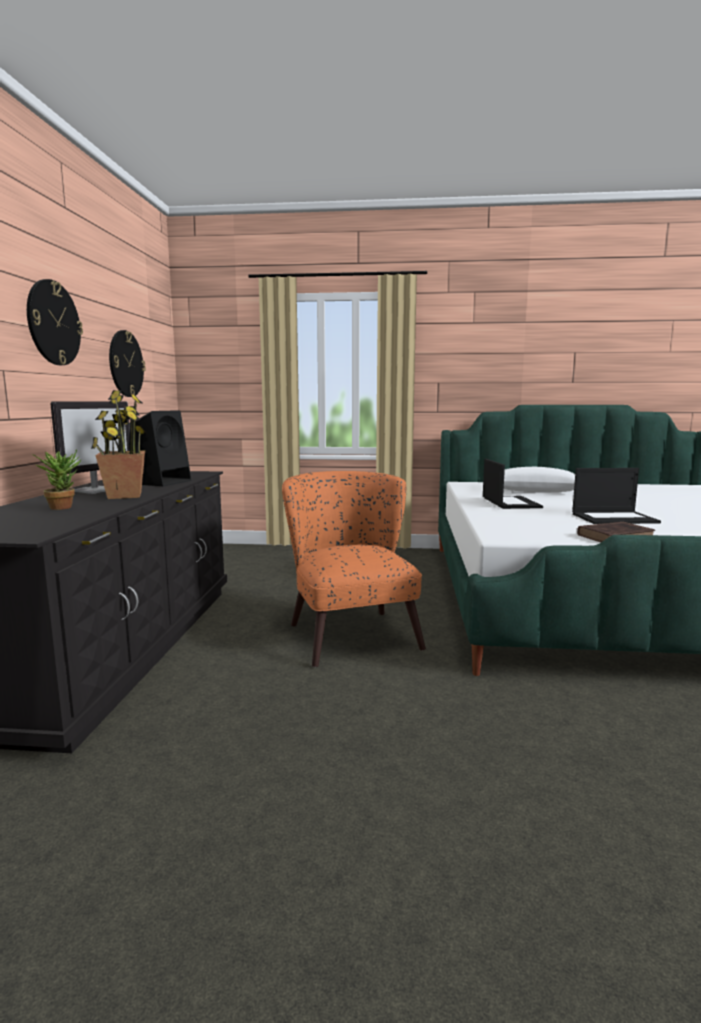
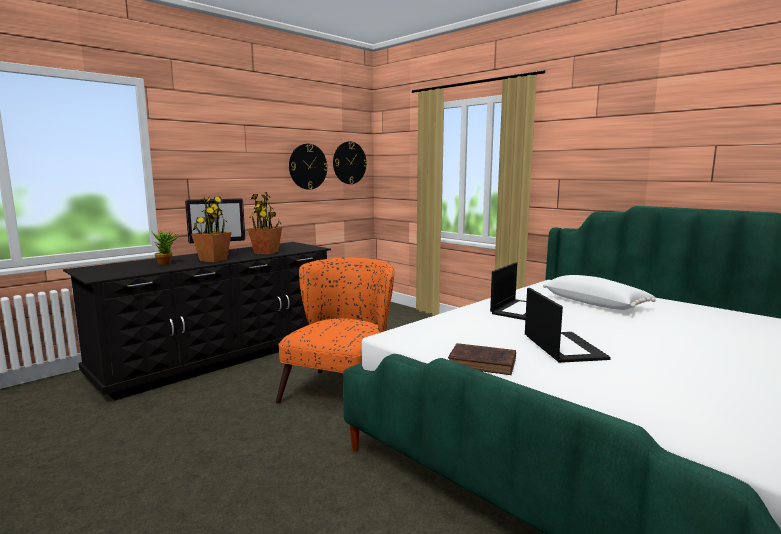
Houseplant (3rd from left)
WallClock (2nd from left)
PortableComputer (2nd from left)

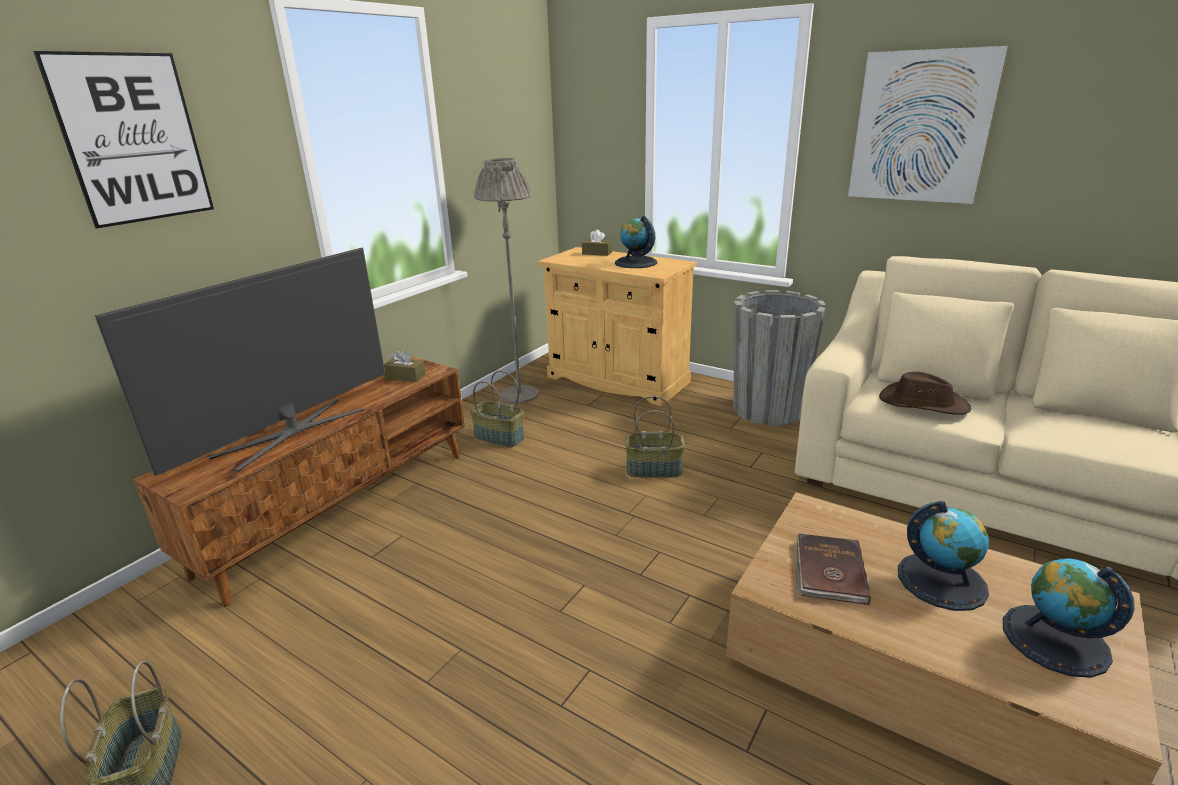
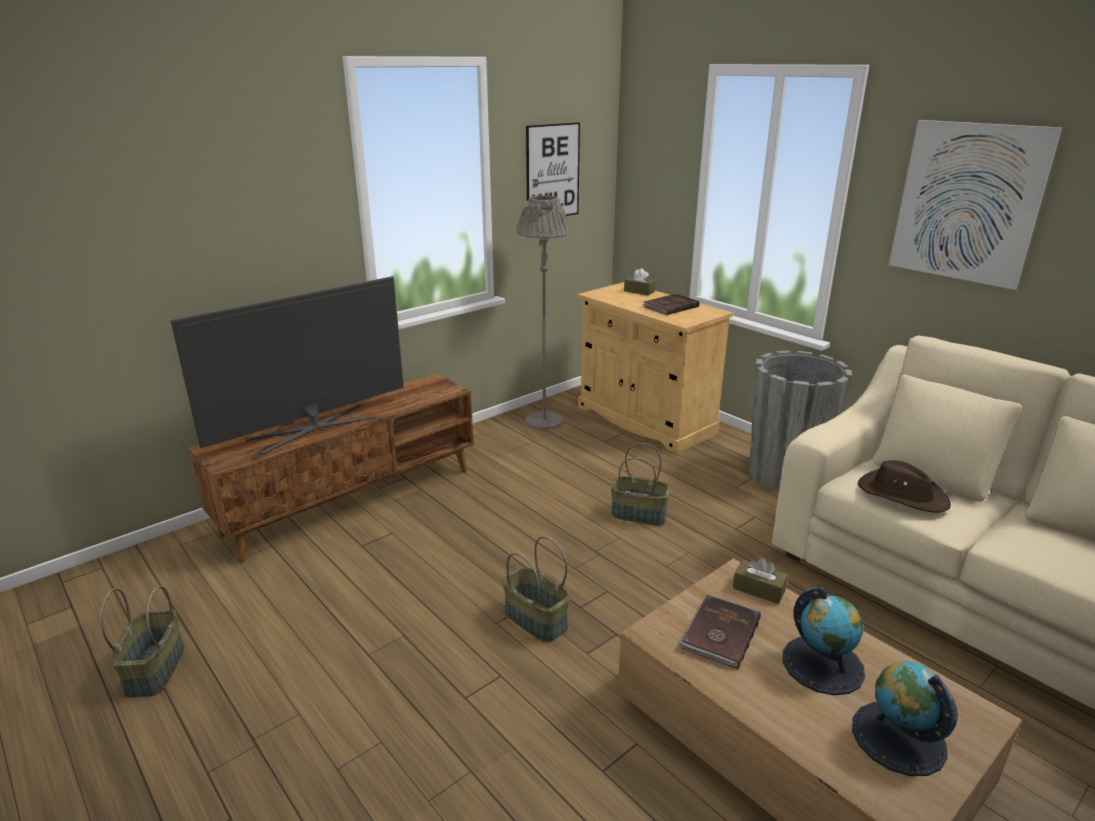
StorageBasket (2nd from left)
WallArt (1st from left)
BrownishVolume (1st from left)
BrownishTissueBox (2nd from left)

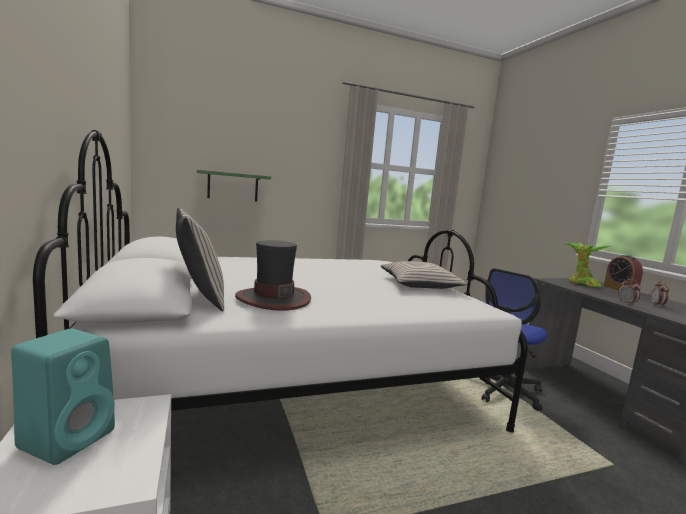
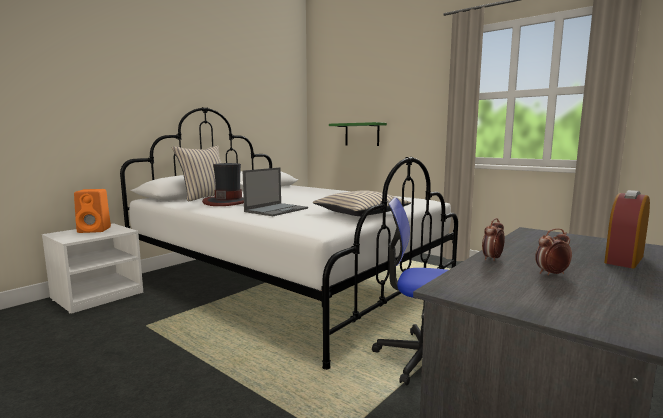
OrangeColouredAudioSpeaker
PortableComputer
Houseplant

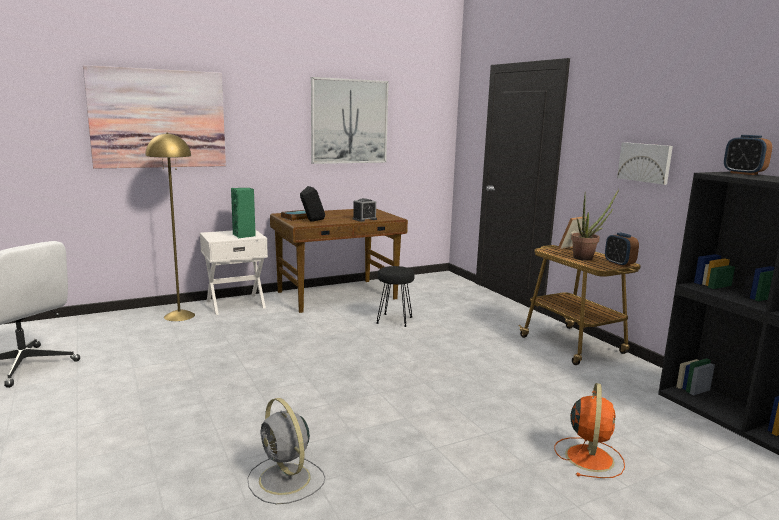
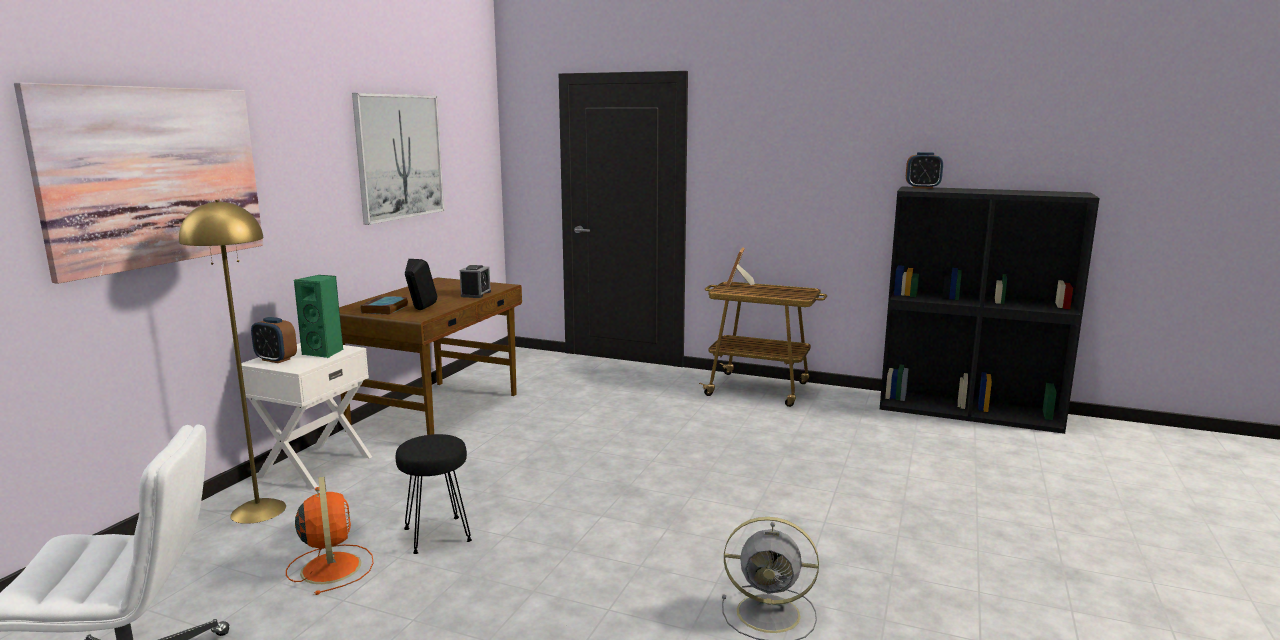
BedsideClock (1st from left)
OrangeColouredCoolingFan
BlackishSittingStool
Houseplant
WallArt (3rd from left in the first image)

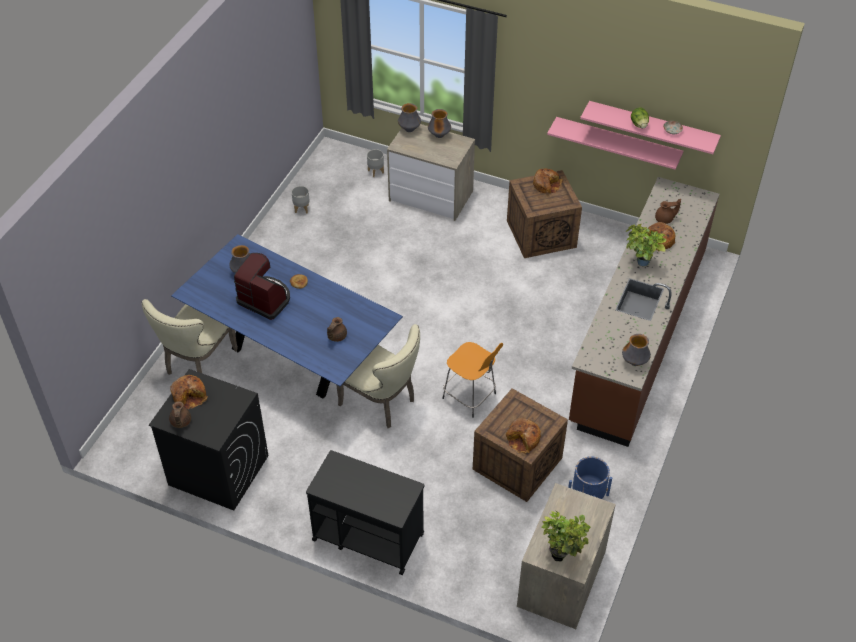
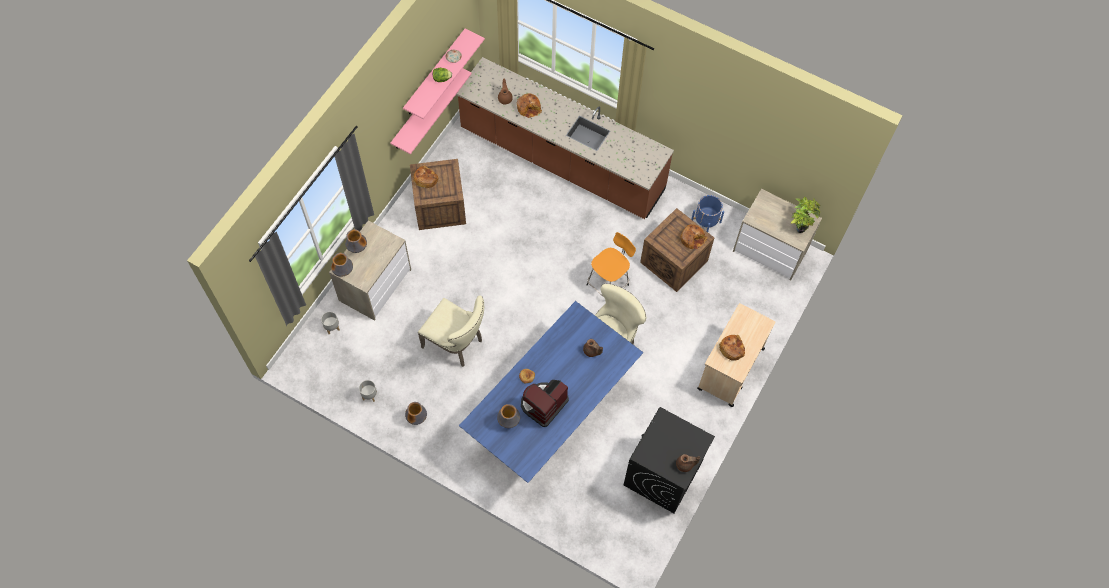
Vase (3rd from left)
BeigeColouredChair (1st from left)
BeigeColouredTrolley
BakeryBread (5th from left)
Houseplant (2nd from left in the first image)

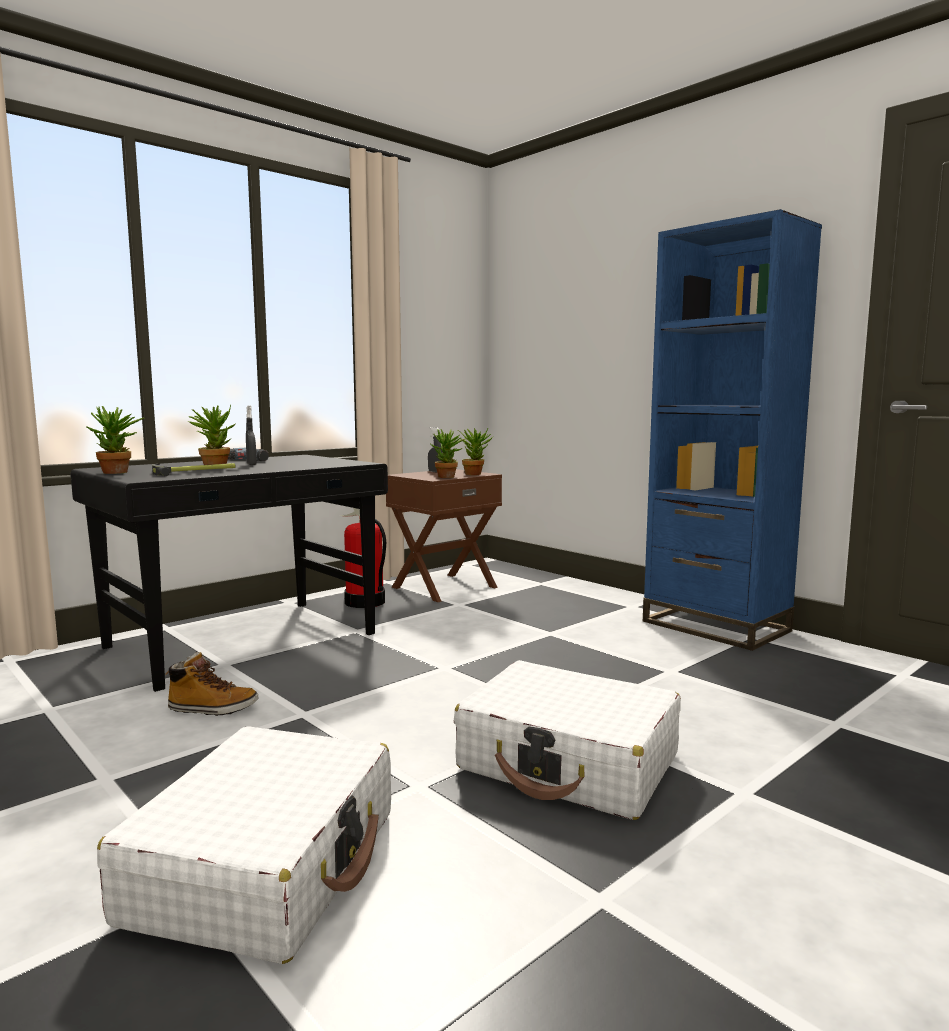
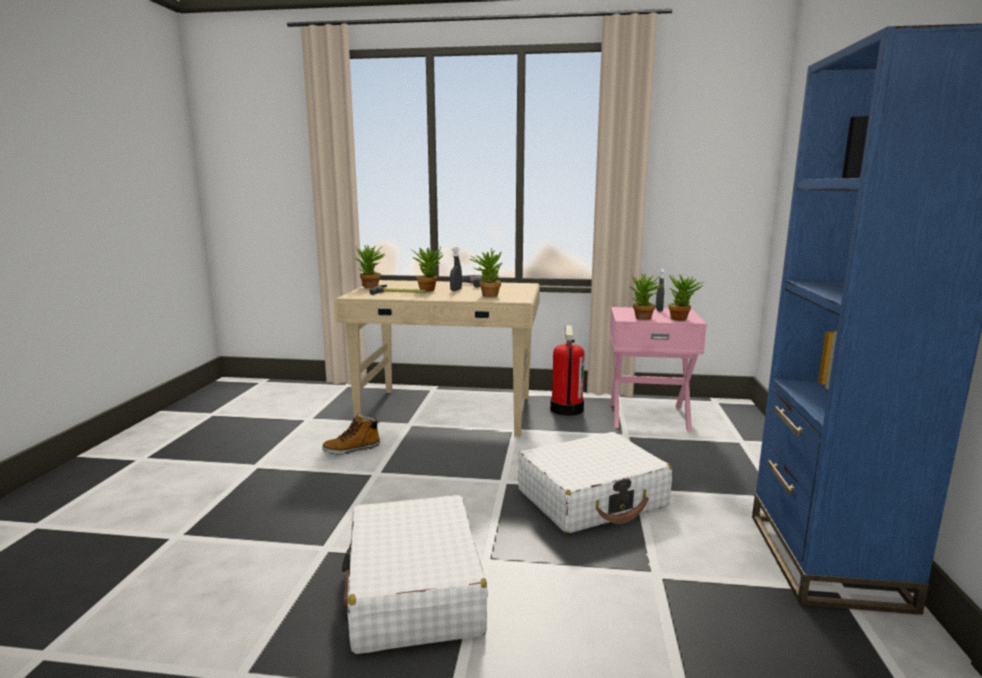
Boot
BeigeColouredDeskTable
Houseplant (3rd from left)
WhiteColouredSuitcase (2nd from left)
PinkNightTable

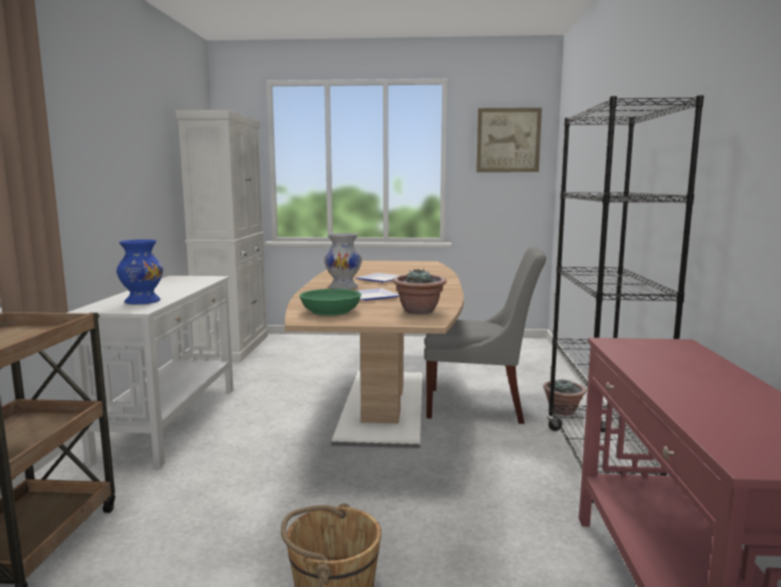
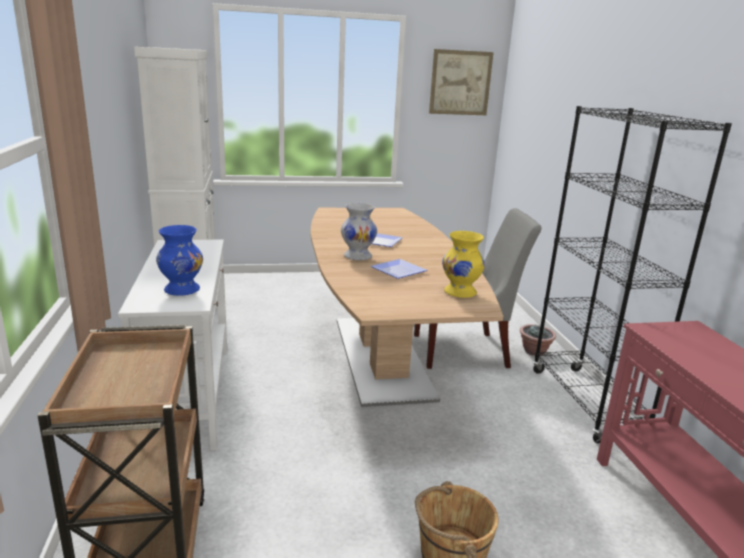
YellowVase
GreenServingBowl

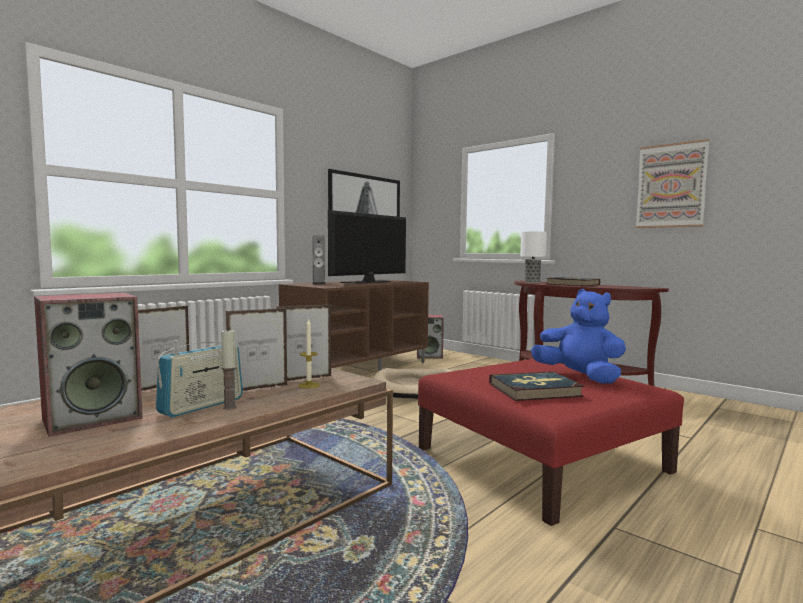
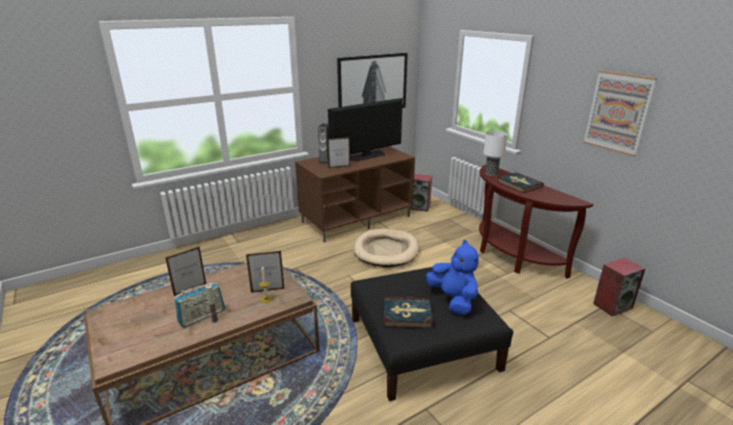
PhotoFrame (3rd from left)
BlackishFootrest
AudioSpeaker (3rd from left)

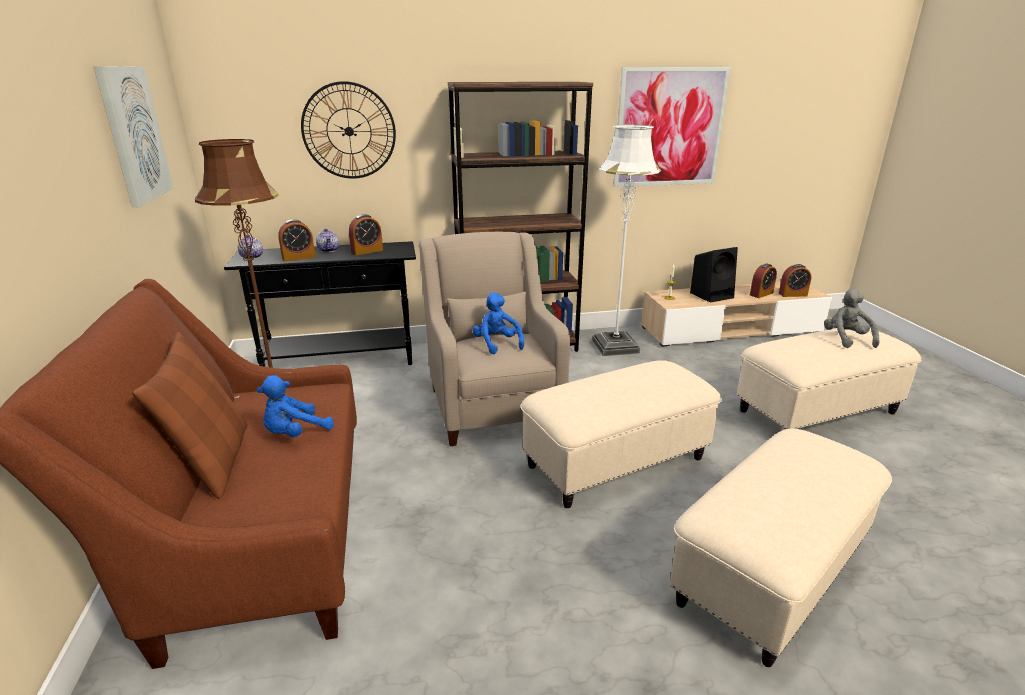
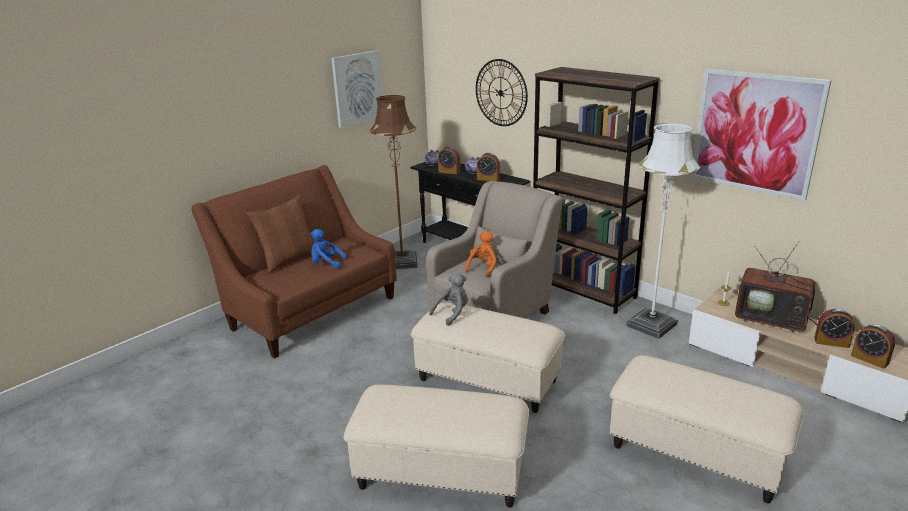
GreyishSoftToy
OrangeColouredSoftToy
TvSet

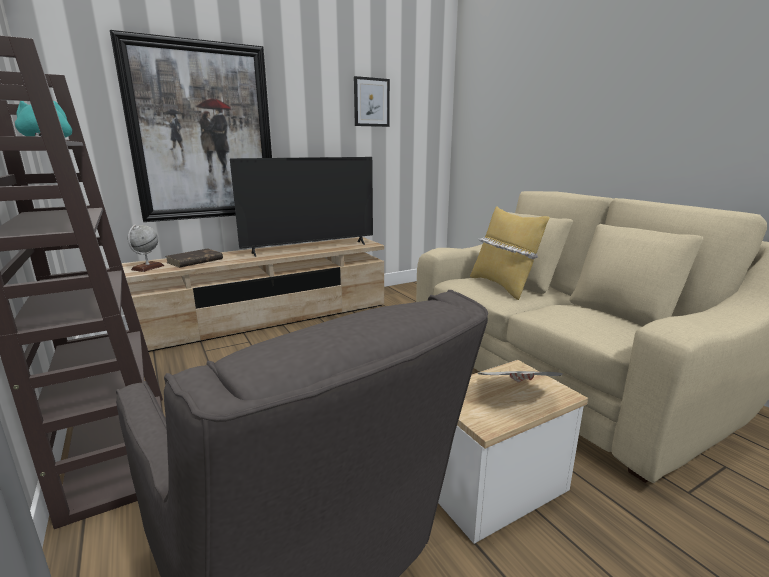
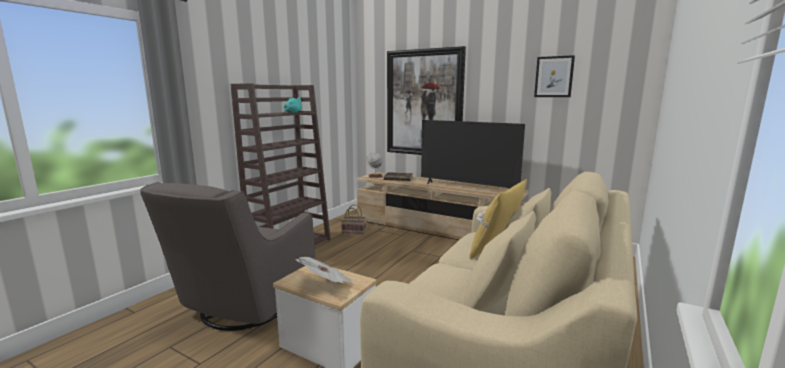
StorageBasket

